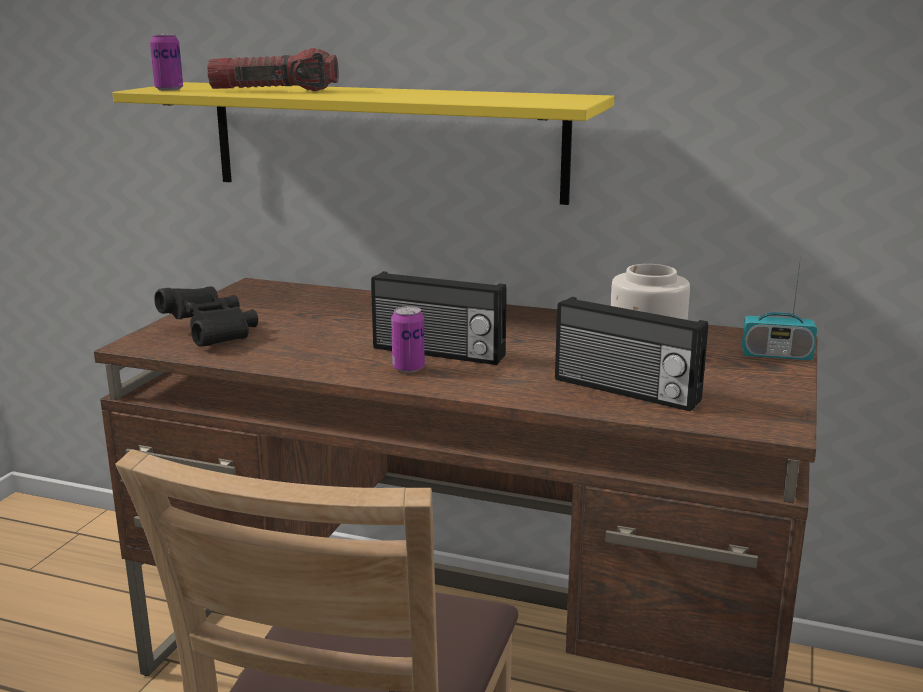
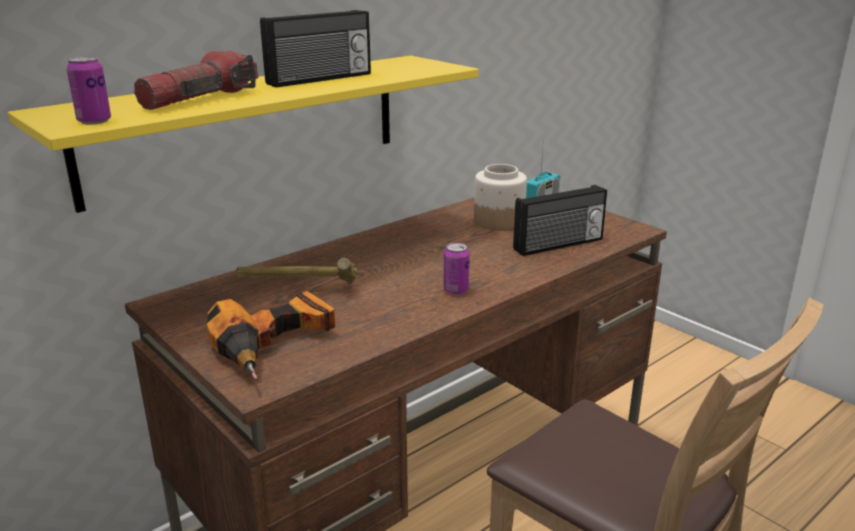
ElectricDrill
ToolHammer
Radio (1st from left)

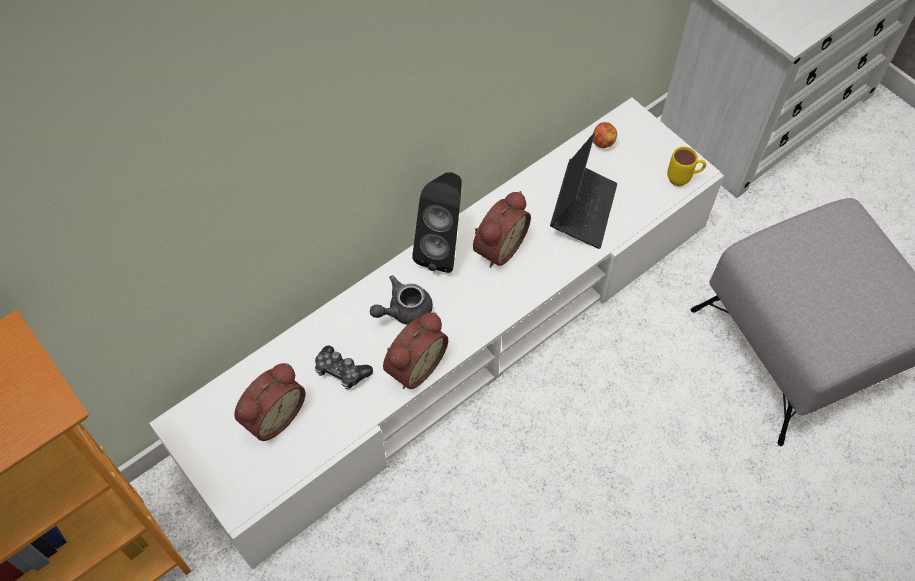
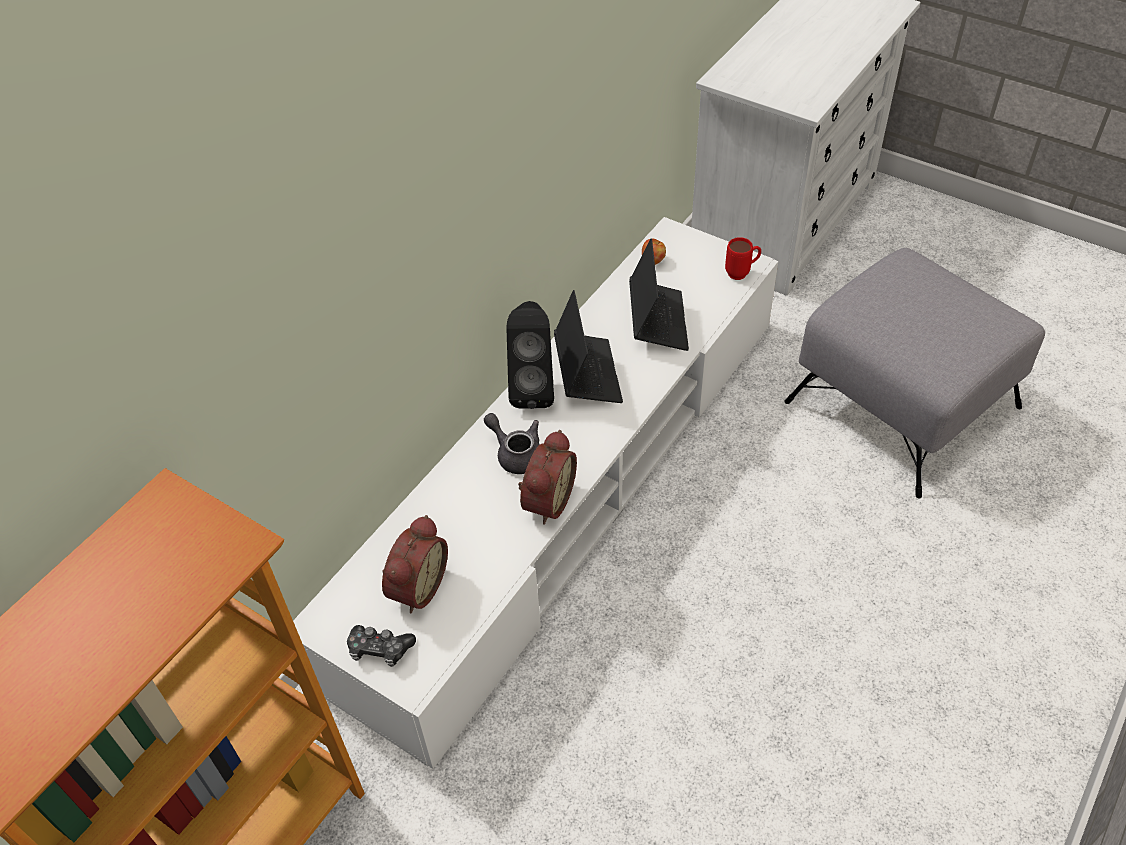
Joypad
GreyishTeapot
PortableComputer (1st from left)
ReddishCoffeeMug

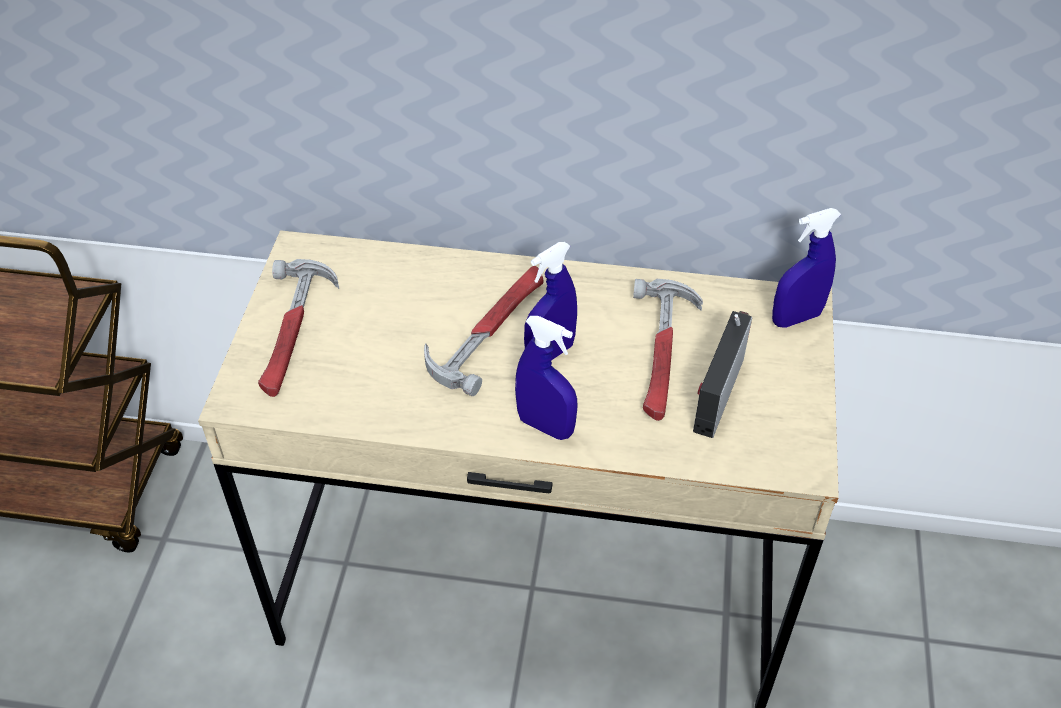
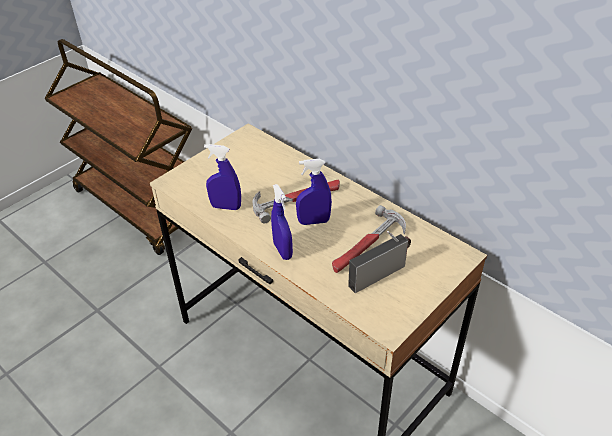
BluishSprayer (1st from left)
ToolHammer (1st from left in the first image)

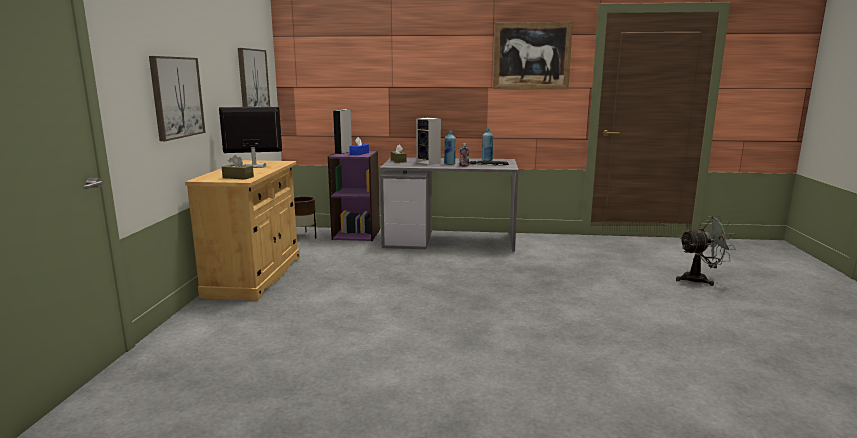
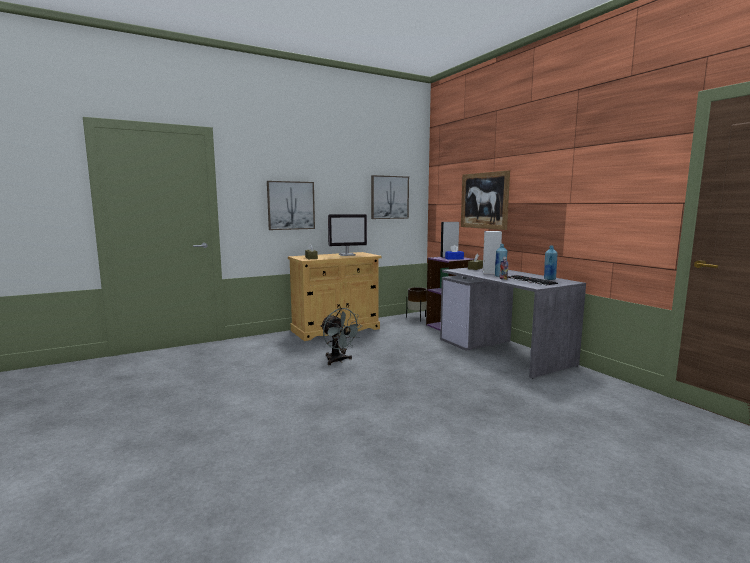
GreyishCoolingFan
ComputerScreen
WallArt (3rd from left)

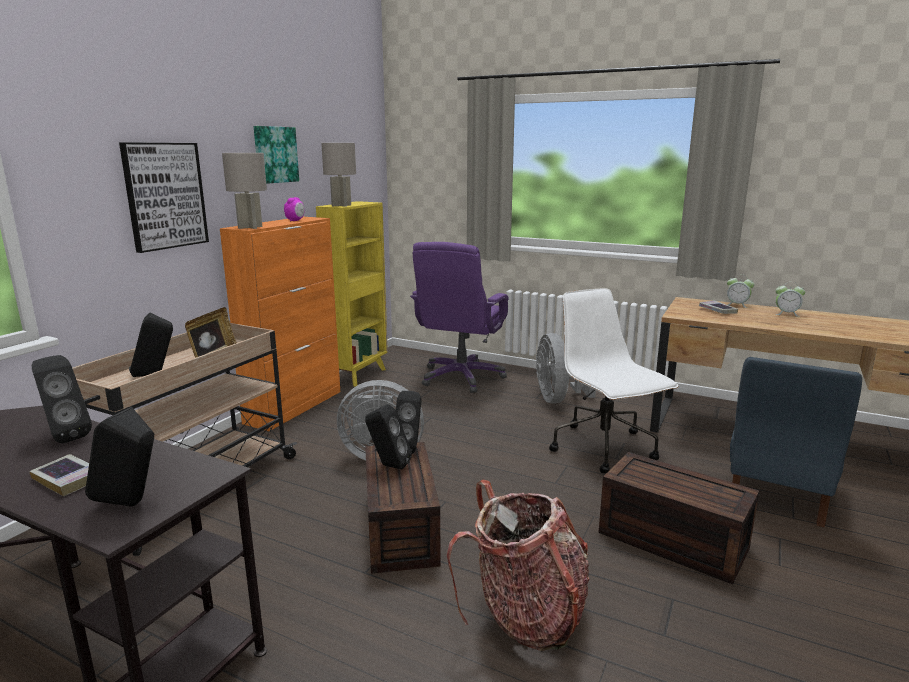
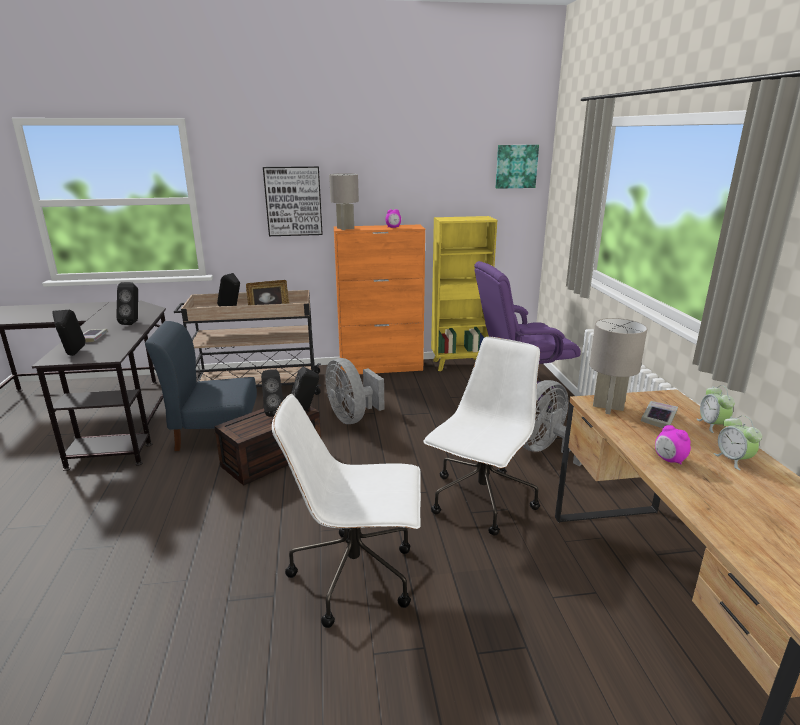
BluishChair
WhiteColouredDeskChair (1st from left)
WallArt (2nd from left)
GreyishTabletopLamp (2nd from left)
BedsideClock (2nd from left)
Rucksack

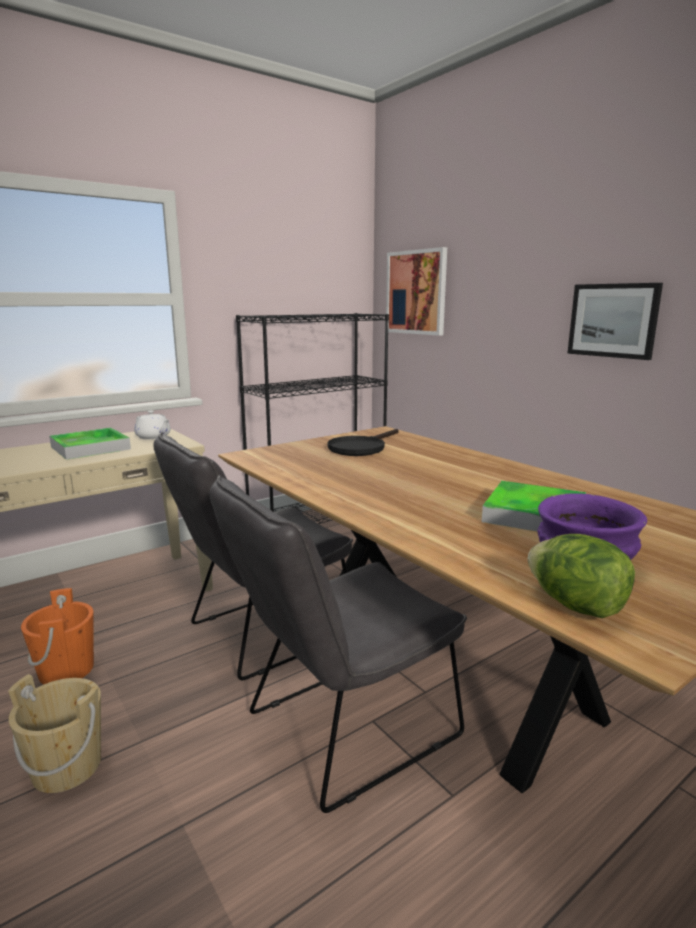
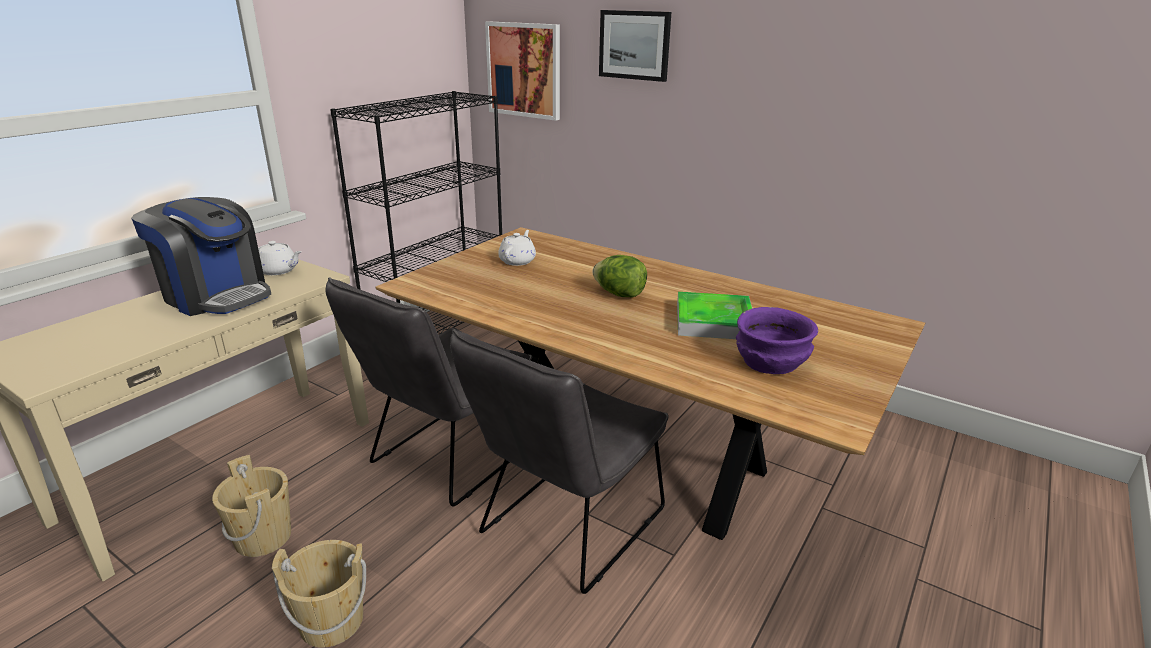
CoffeeMachine
BeigeColouredPail (1st from left)
WhiteColouredTeapot (2nd from left)
HeadOfLettuce
WallArt (2nd from left)

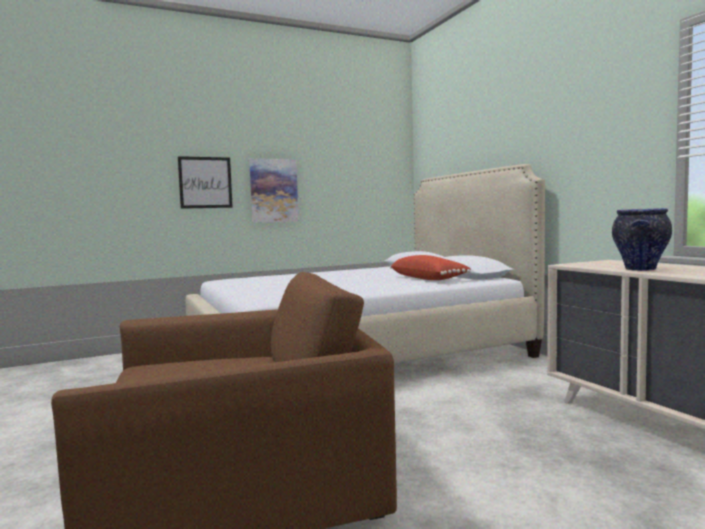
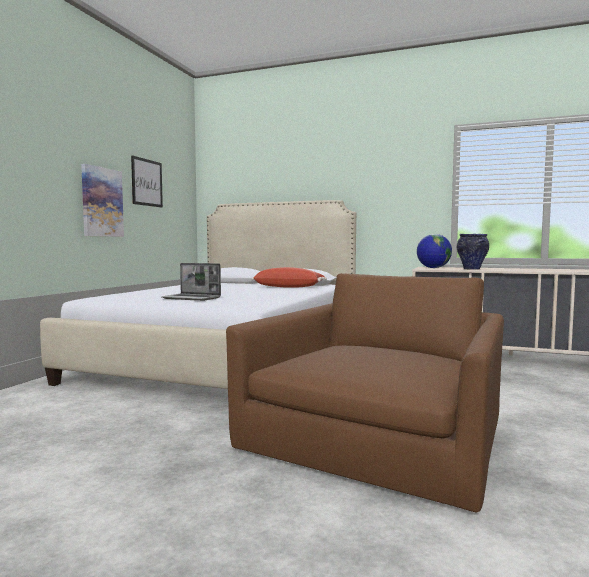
WallArt (2nd from left)
PortableComputer
DeskGlobe

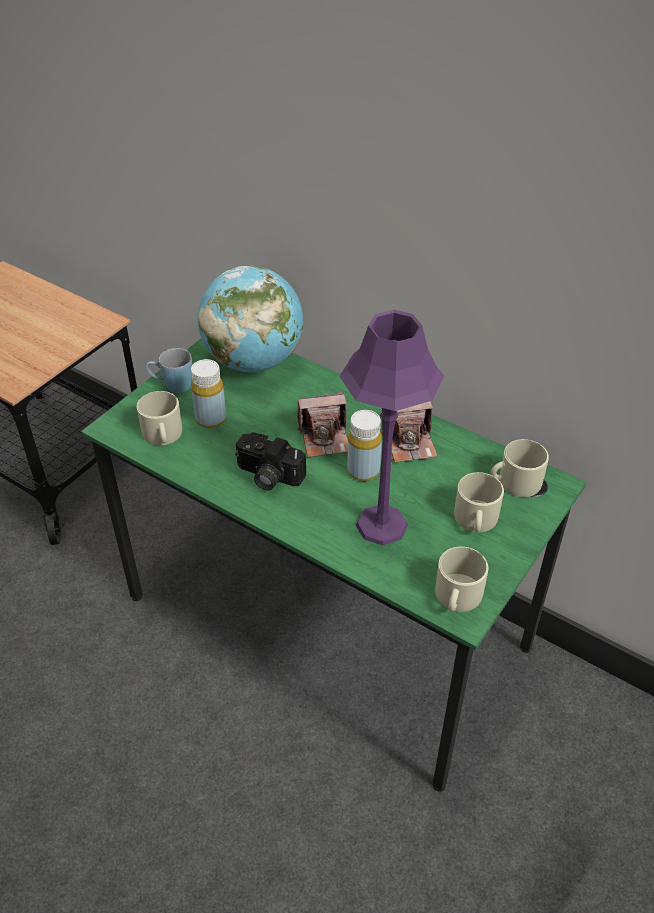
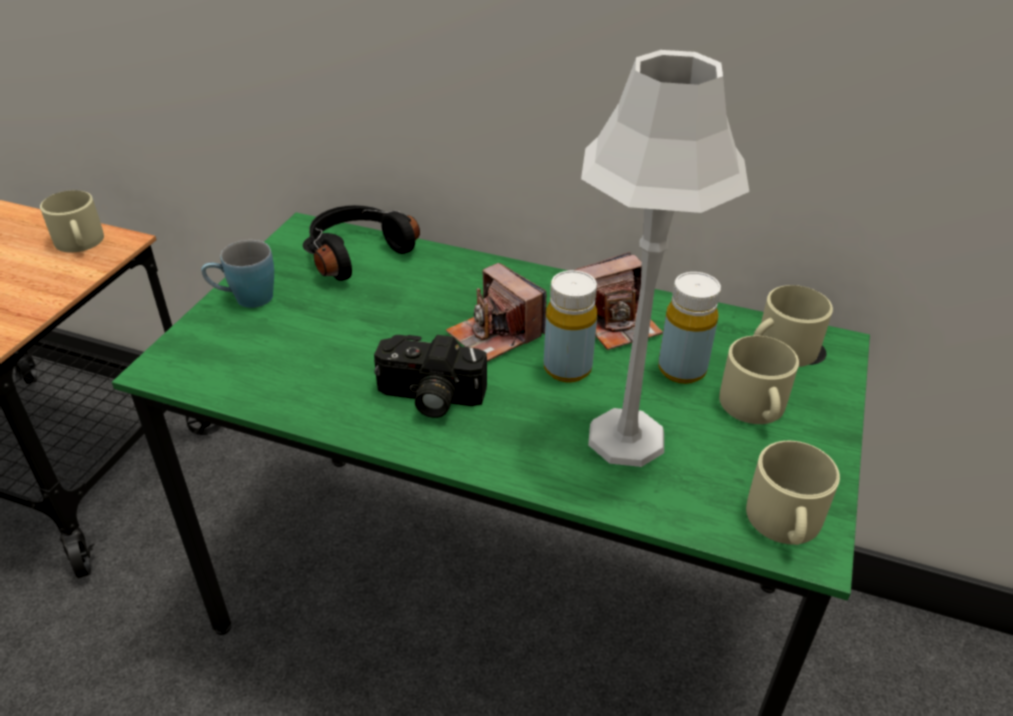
BeigeColouredCoffeeMug (1st from left)
BlackishHeadset
PhotoCamera (2nd from left)
GreyishTabletopLamp
YellowBottle (2nd from left)

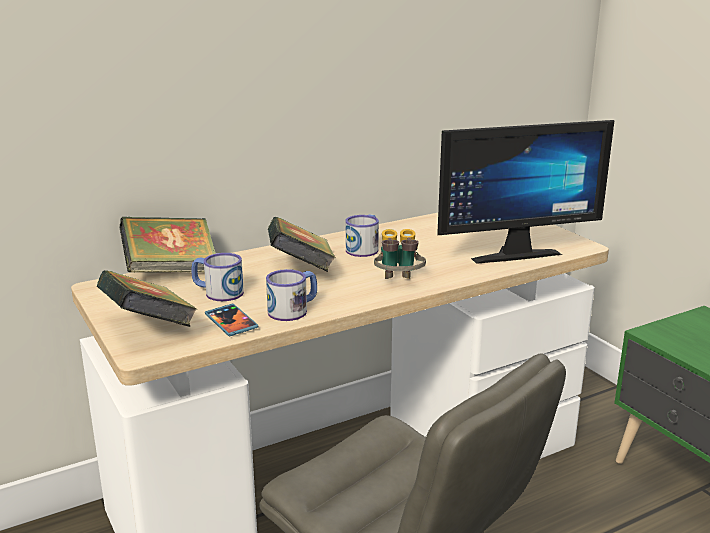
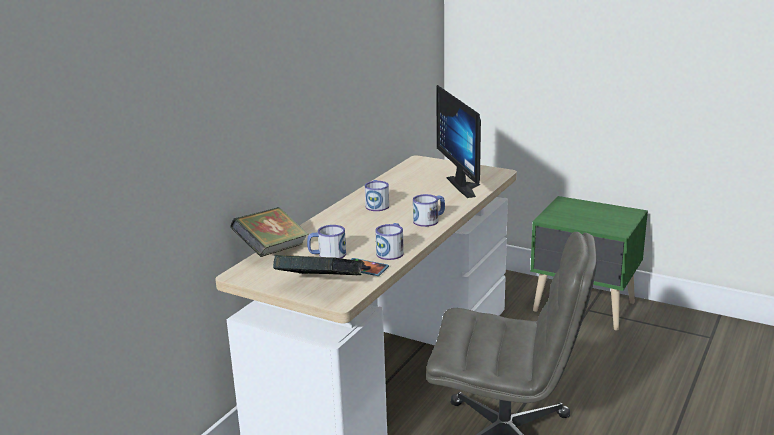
CoffeeMug (4th from left)
ComputerScreen
Volume (3rd from left in the first image)

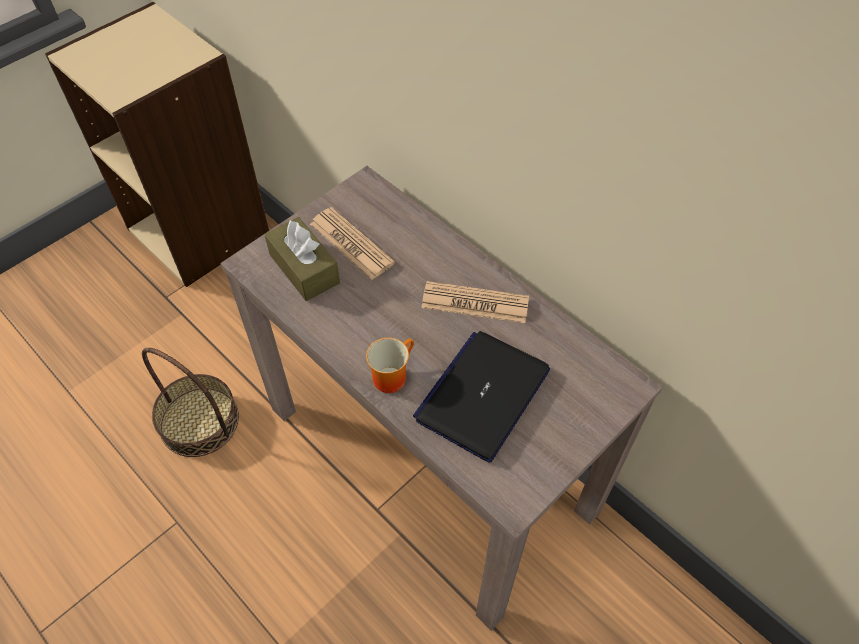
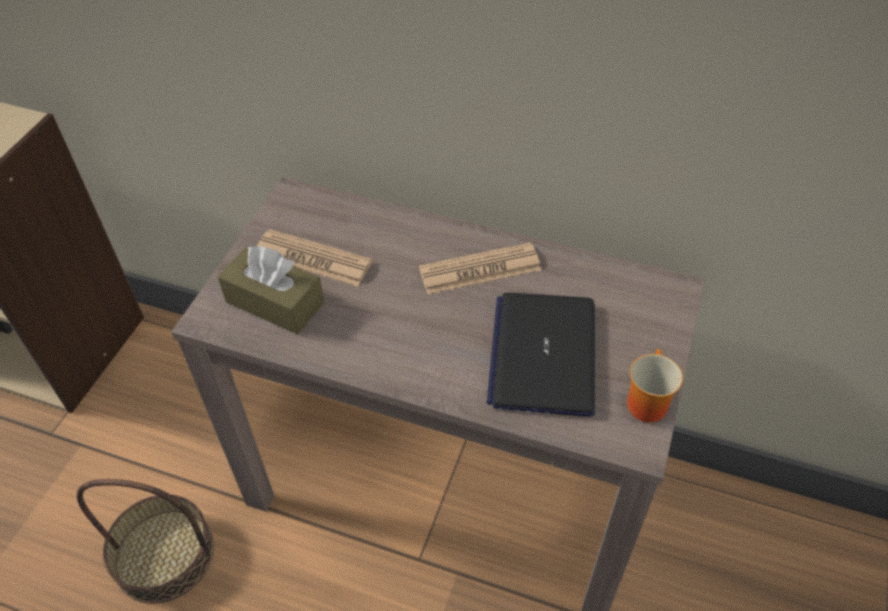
CoffeeMug

